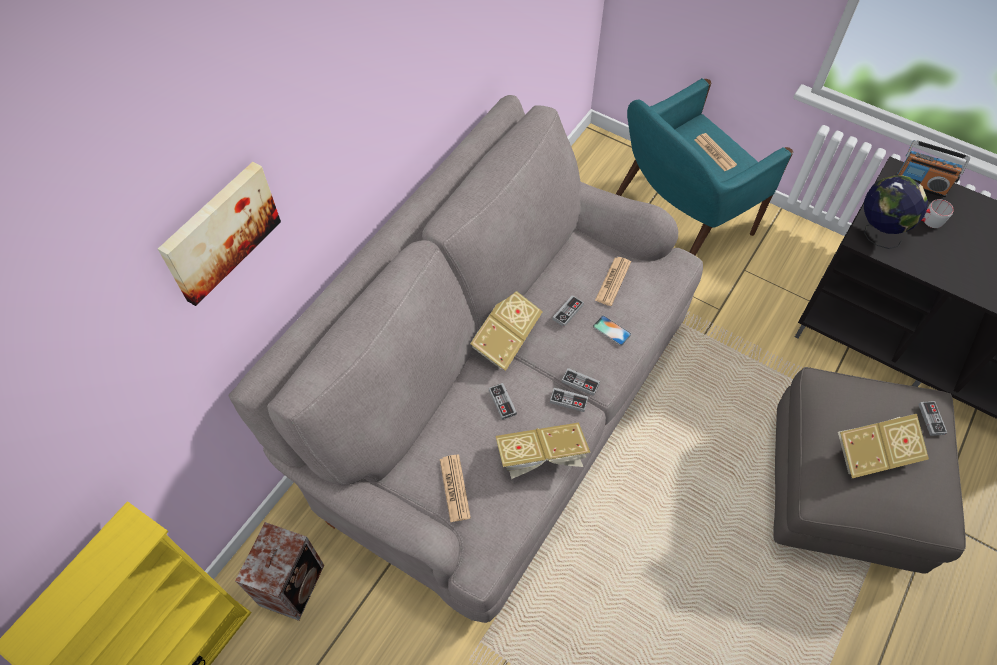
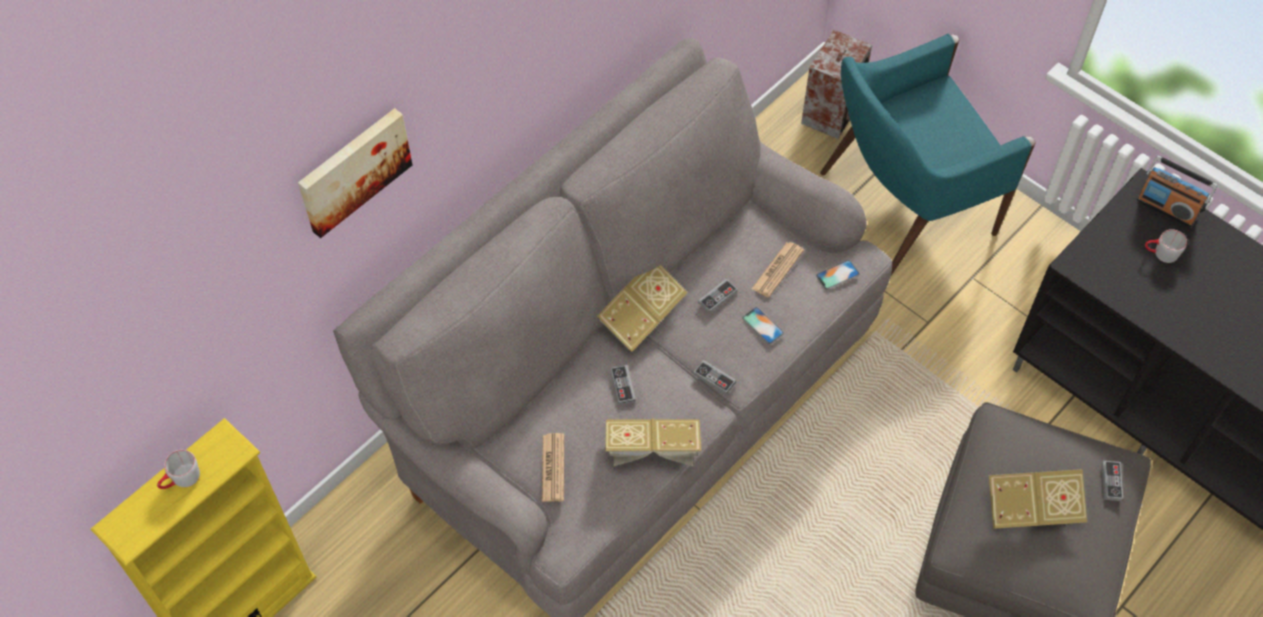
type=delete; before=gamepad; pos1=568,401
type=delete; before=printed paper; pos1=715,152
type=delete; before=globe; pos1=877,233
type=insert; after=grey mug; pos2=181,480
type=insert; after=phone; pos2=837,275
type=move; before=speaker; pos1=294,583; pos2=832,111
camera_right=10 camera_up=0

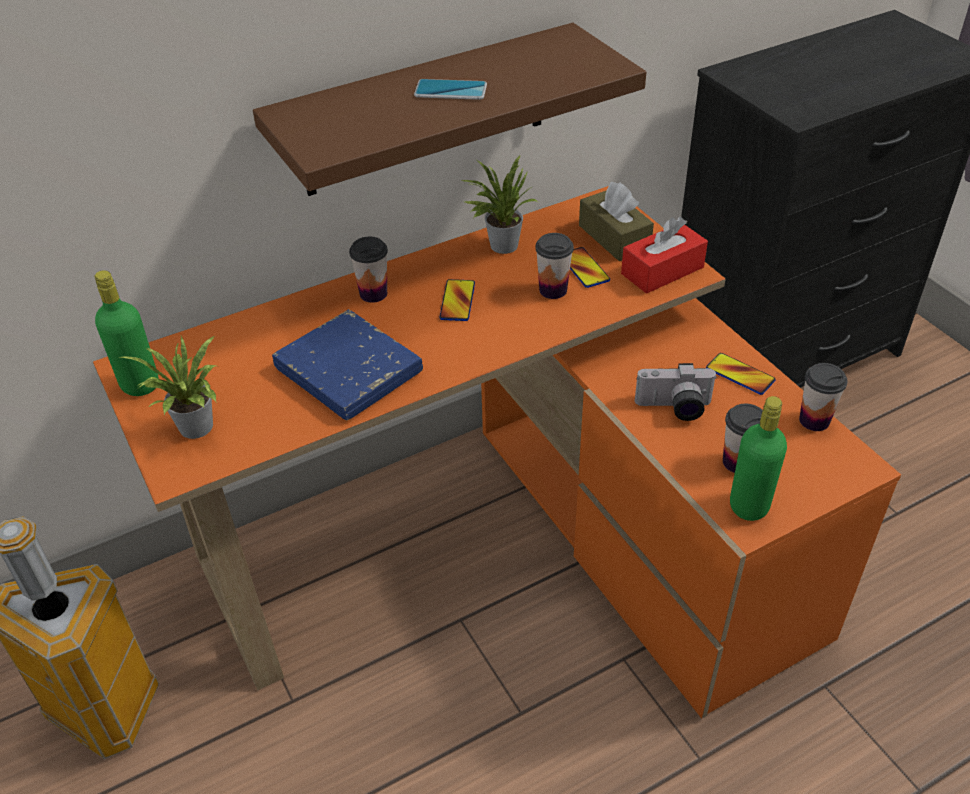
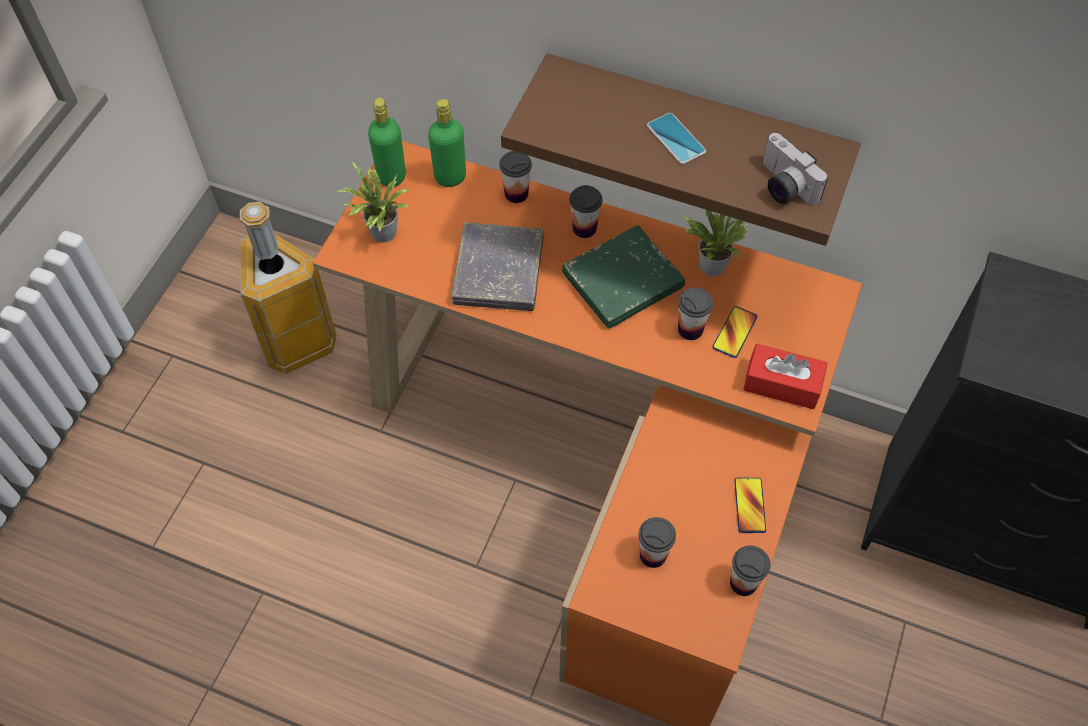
type=delete; before=brown tissue box; pos1=614,237
type=insert; after=cup; pos2=516,194
type=move; before=photo camera; pos1=674,408; pos2=783,186
type=move; before=green-coloured drink bottle; pos1=749,506; pos2=450,177
type=replace; before=phone; after=green-coloured book; pos1=457,301; pos2=623,281
type=recolor; before=blue book; after=grey book; pos1=348,371; pos2=498,271
camera_right=50 camera_up=15

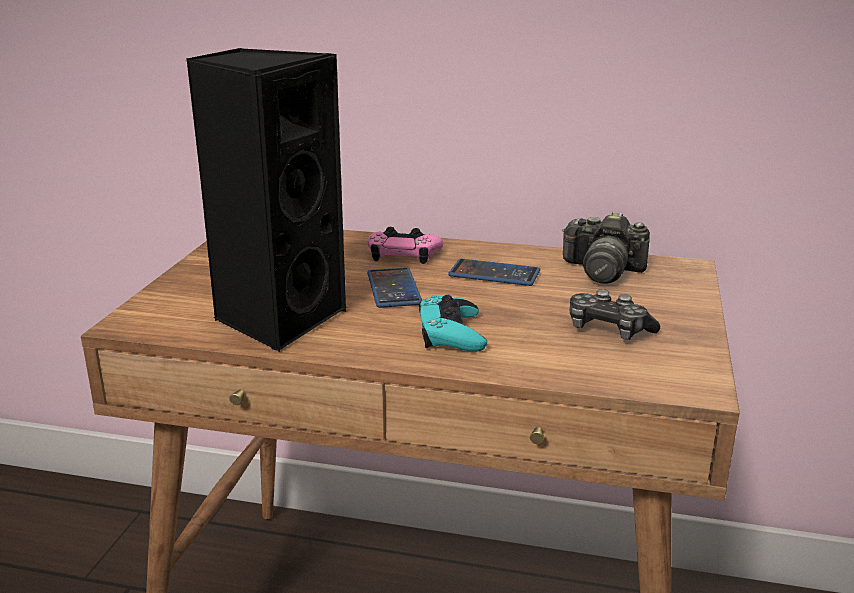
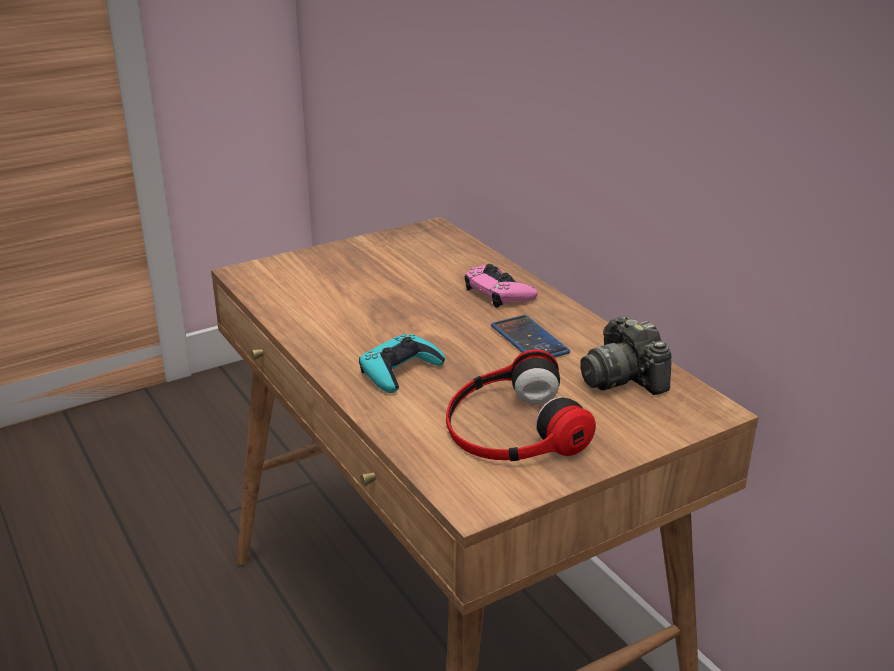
type=delete; before=black speaker; pos1=277,319
type=delete; before=phone; pos1=393,289
type=replace; before=gamepad; after=headphones; pos1=608,330; pos2=512,426
camera_right=45 camera_up=5

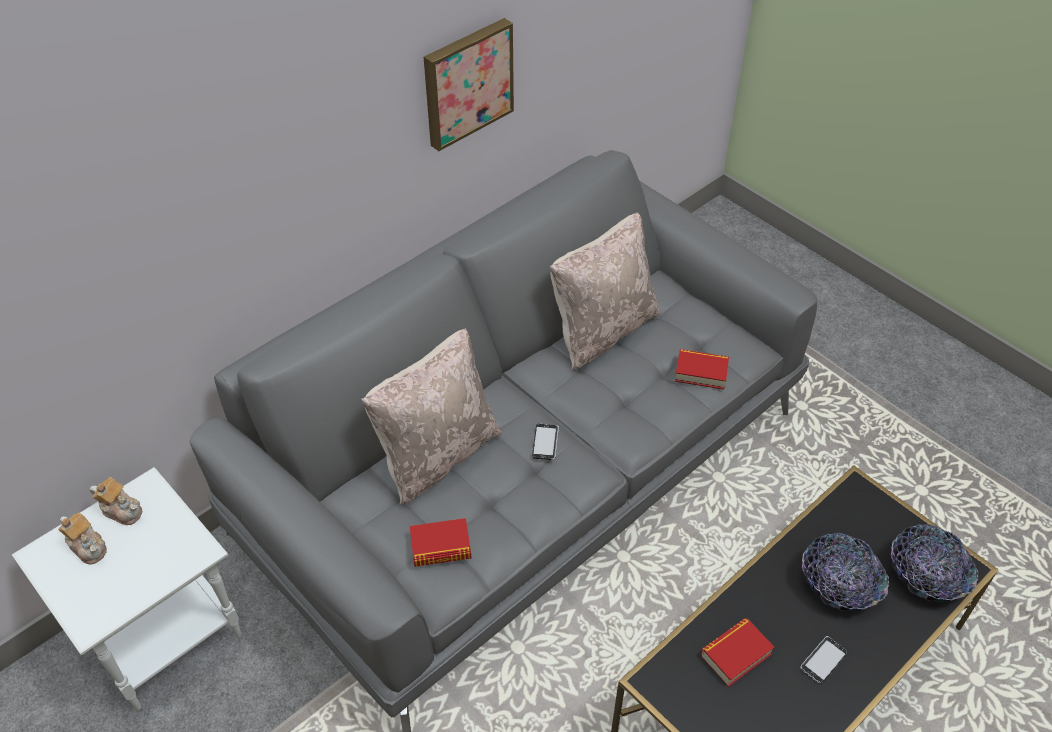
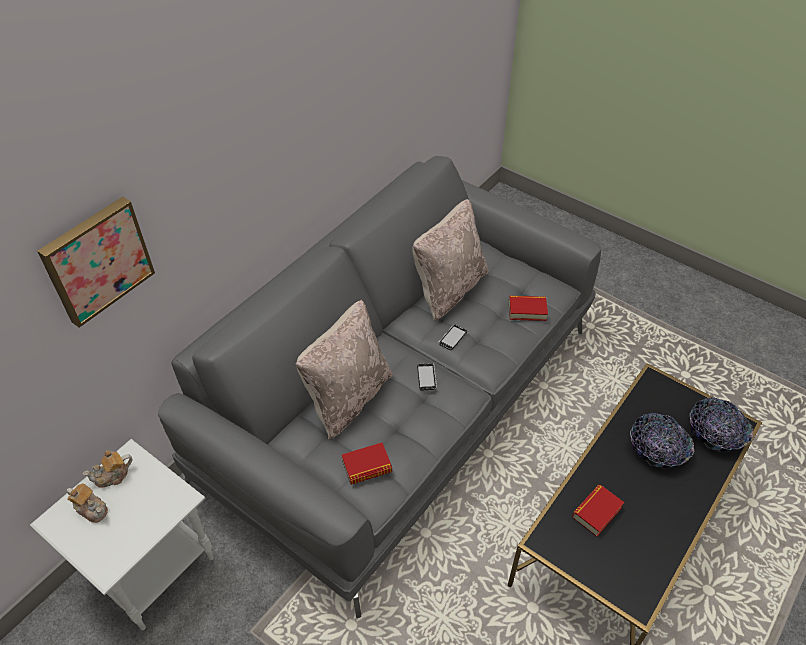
type=move; before=wall picture; pos1=466,82; pos2=96,260
type=move; before=phone; pos1=823,661; pos2=452,338
type=rotate; before=teapot; pos1=122,510; pos2=113,476; turn=135
camera_right=-10 camera_up=0

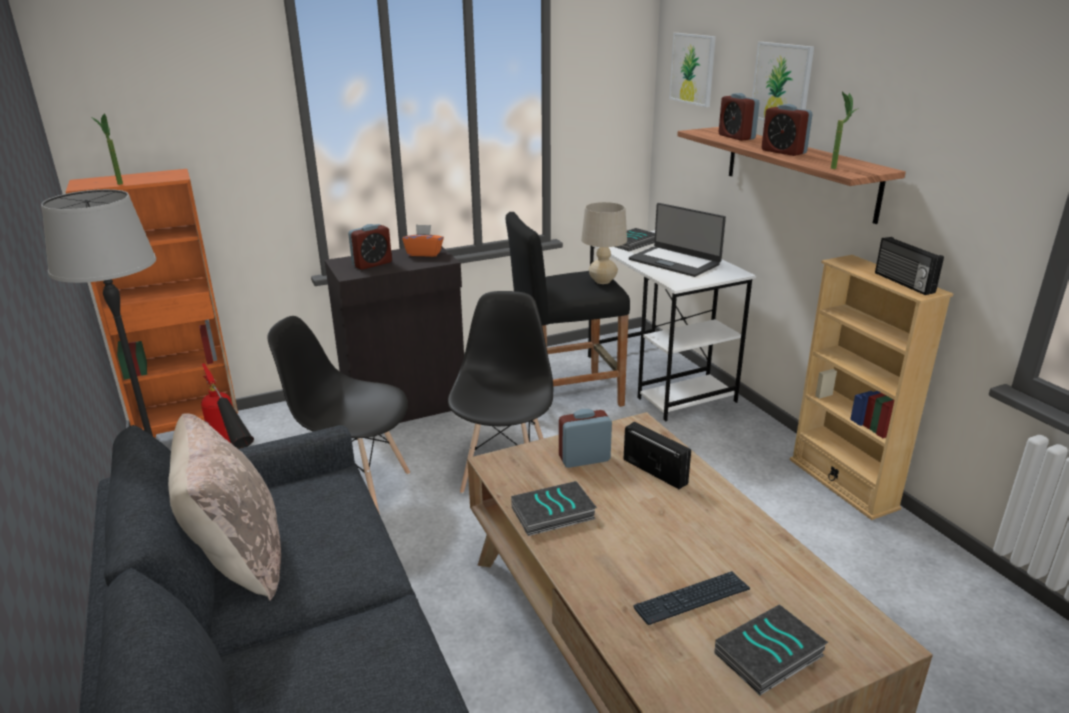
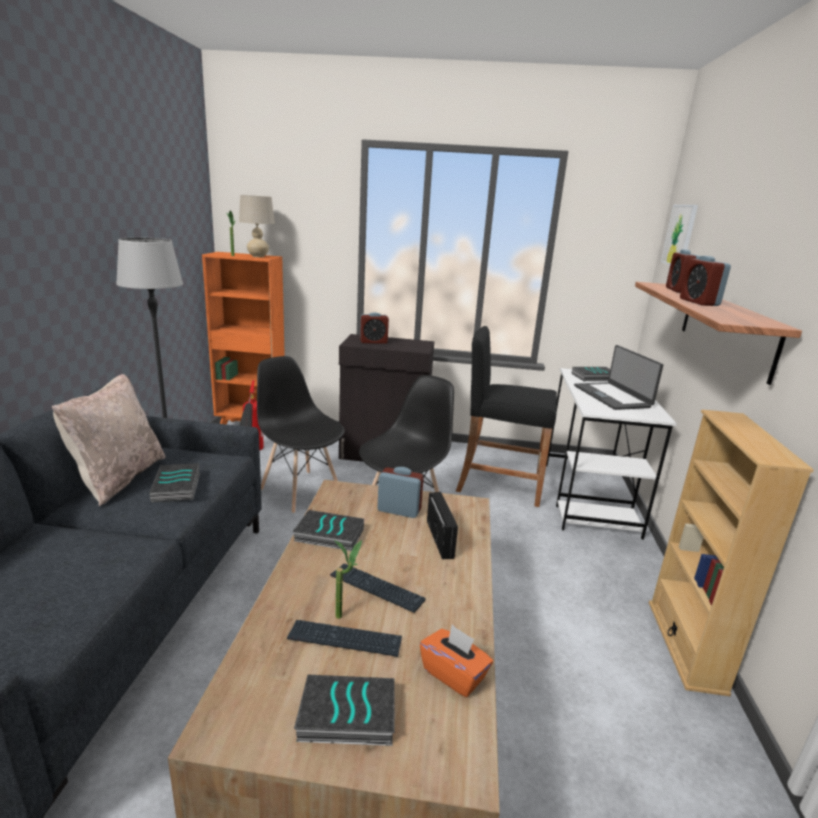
type=delete; before=wall picture; pos1=782,84
type=delete; before=radio set; pos1=903,283
type=insert; after=book; pos2=178,487
type=insert; after=computer keyboard; pos2=376,588
type=move; before=orangey tissue box; pos1=424,253; pos2=454,674
type=move; before=beige tabletop lamp; pos1=603,281; pos2=258,256
type=move; before=potted plant; pos1=836,167; pos2=345,615
camera_right=30 camera_up=-5

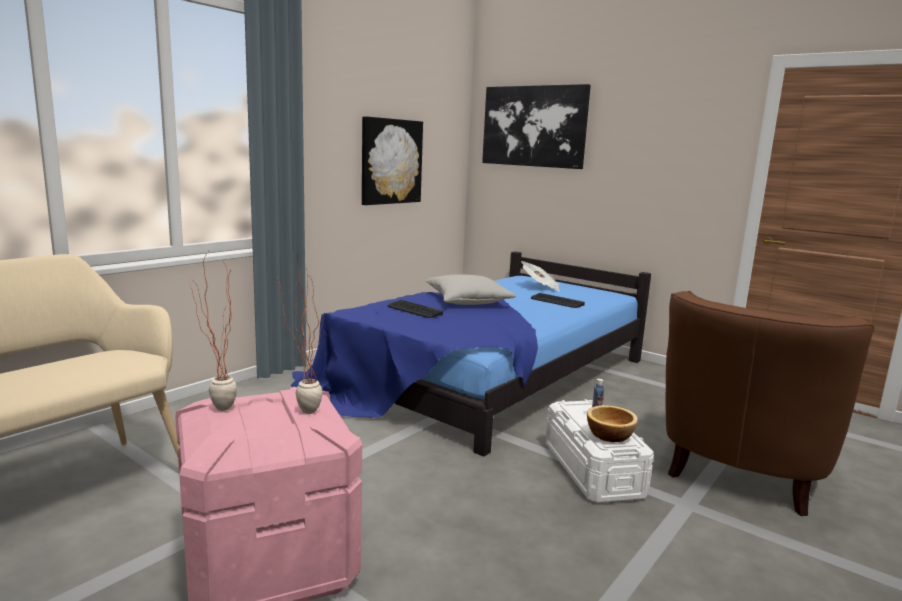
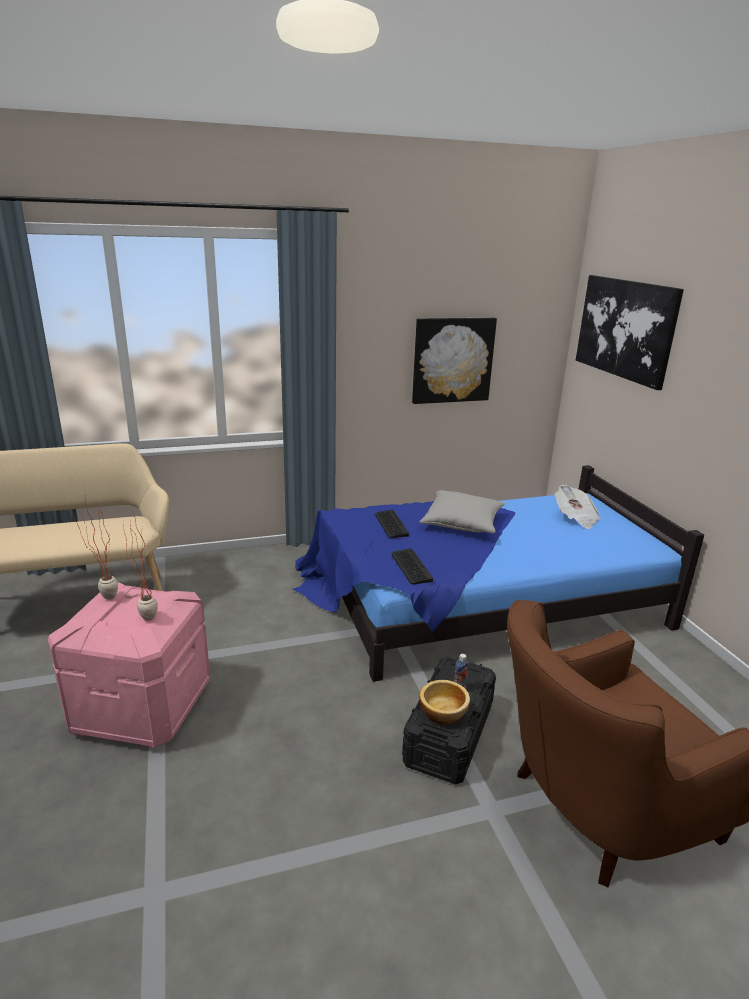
type=move; before=computer keyboard; pos1=557,301; pos2=411,567
type=recolor; before=whitish storage bin; after=black storage bin; pos1=592,470; pos2=449,735
camera_right=35 camera_up=10

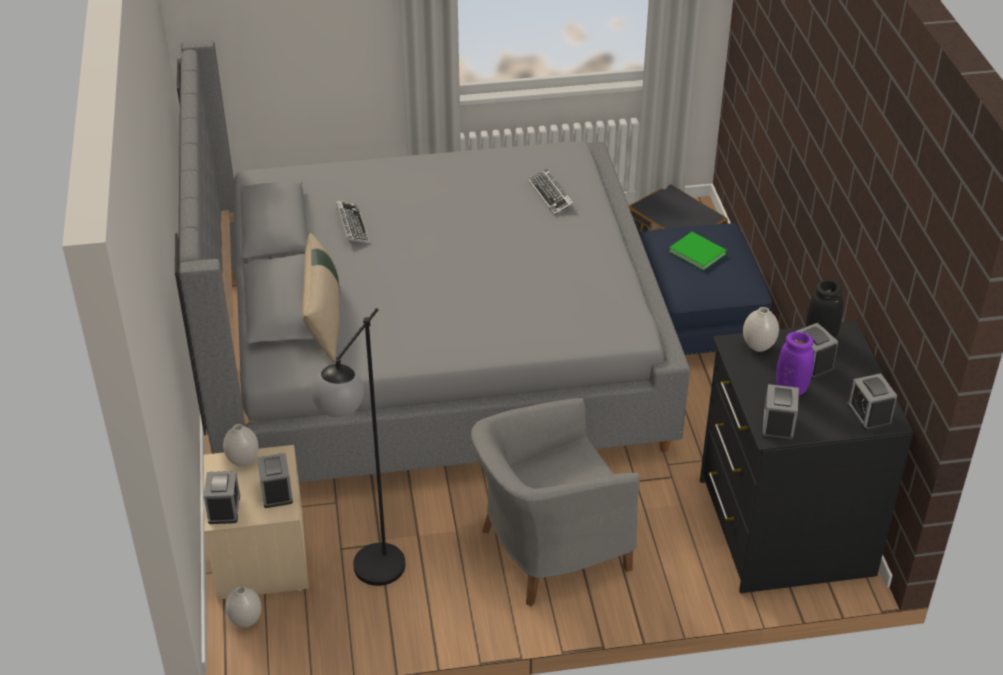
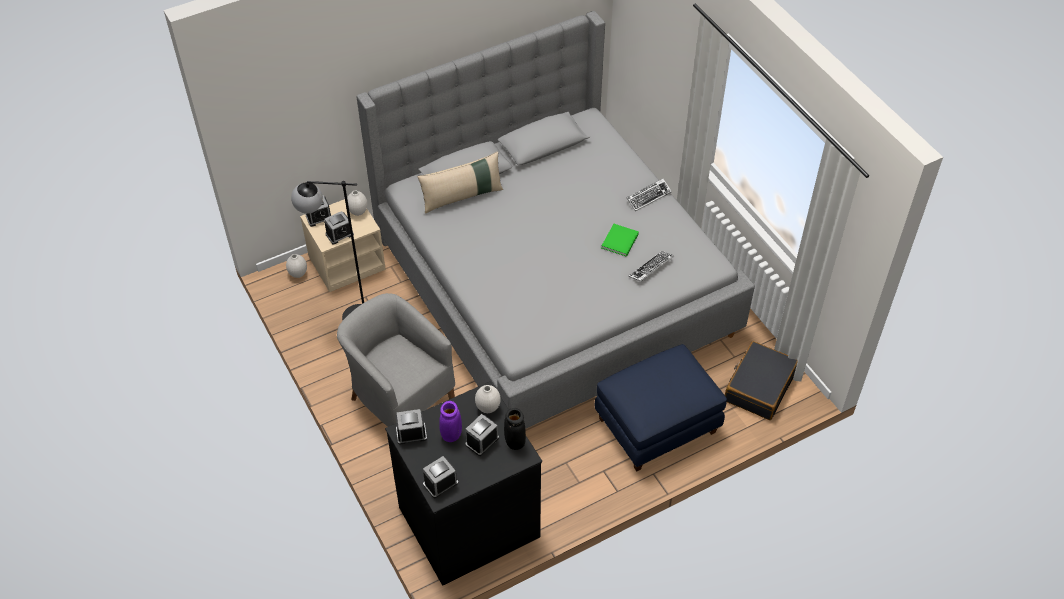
type=move; before=computer keyboard; pos1=352,226; pos2=648,197
type=move; before=green-coloured book; pos1=698,253; pos2=619,242
camera_right=70 camera_up=10

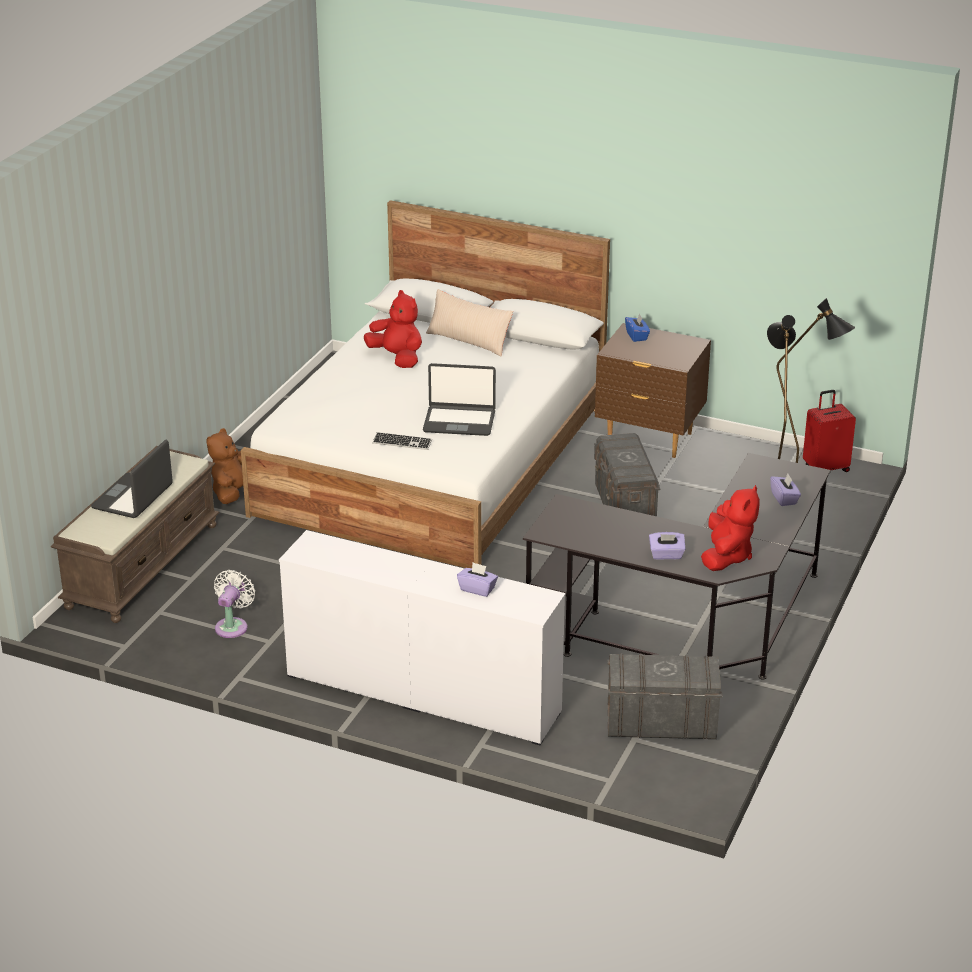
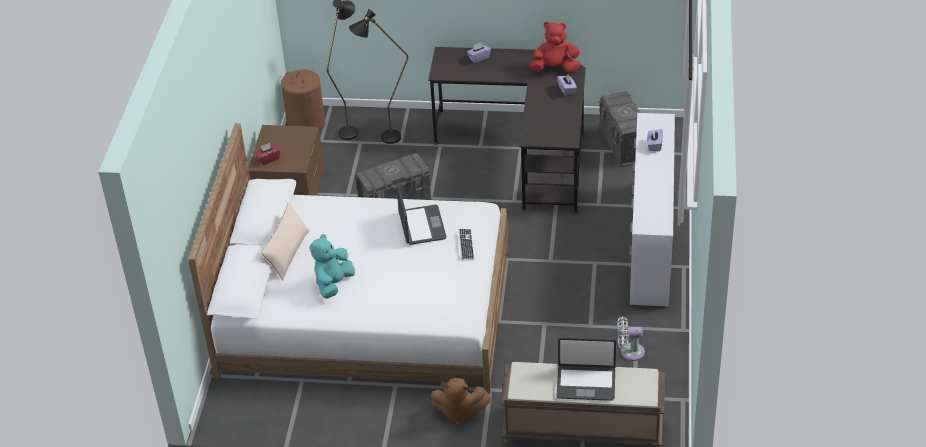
type=replace; before=red piece of luggage; after=brown laundry basket; pos1=825,468; pos2=306,125
type=recolor; before=red soft toy; after=turquoise soft toy; pos1=397,358; pos2=333,284
type=recolor; before=blue tissue box; after=red tissue box; pos1=637,336; pos2=268,159
camera_right=-105 camera_up=10

